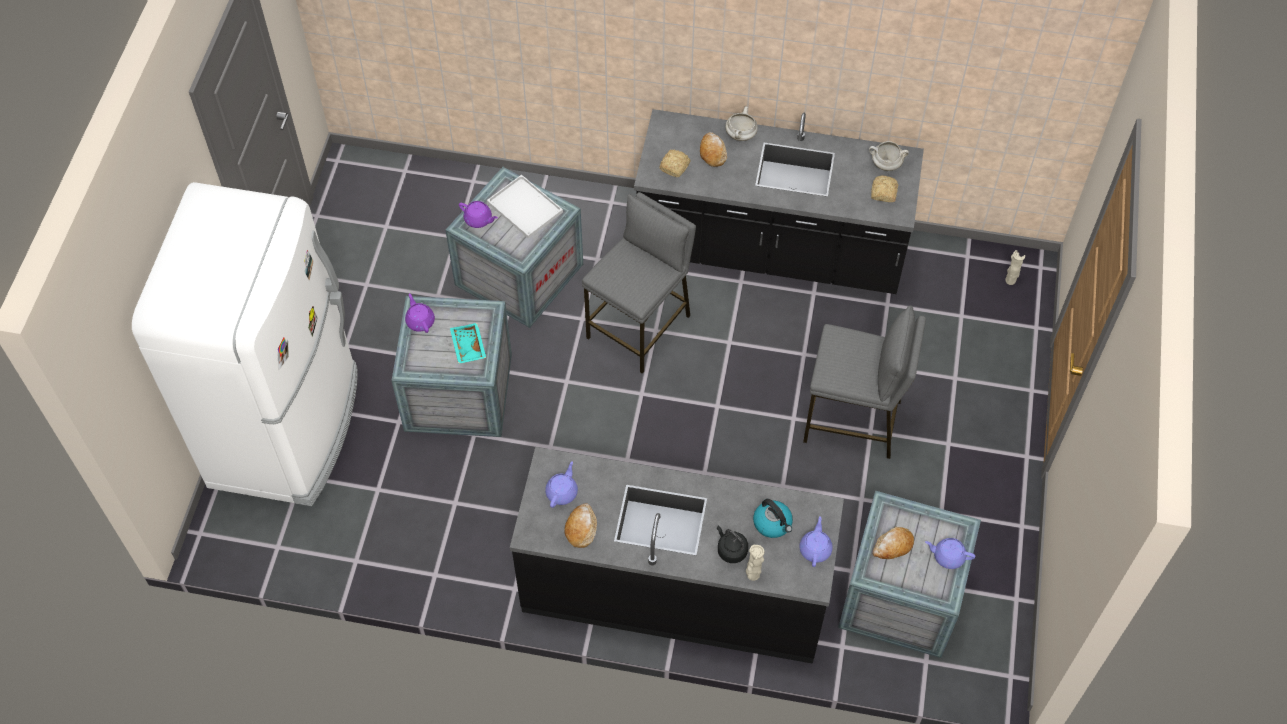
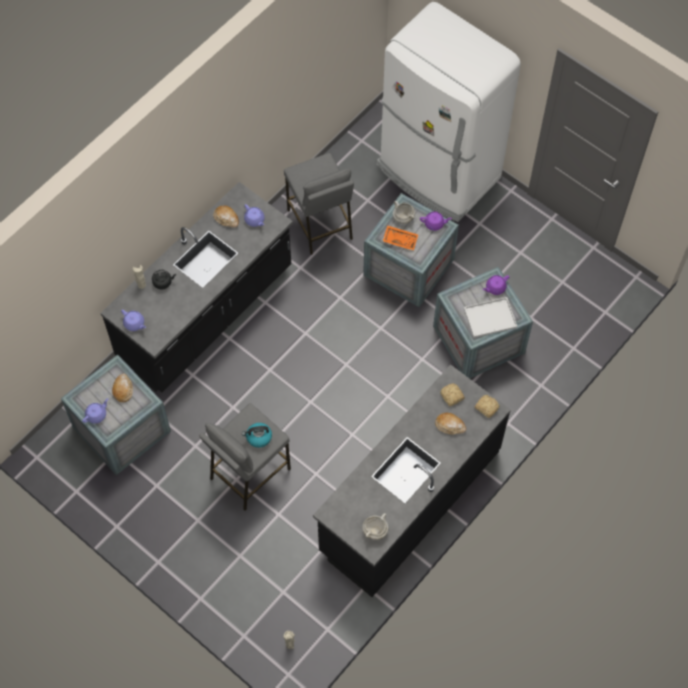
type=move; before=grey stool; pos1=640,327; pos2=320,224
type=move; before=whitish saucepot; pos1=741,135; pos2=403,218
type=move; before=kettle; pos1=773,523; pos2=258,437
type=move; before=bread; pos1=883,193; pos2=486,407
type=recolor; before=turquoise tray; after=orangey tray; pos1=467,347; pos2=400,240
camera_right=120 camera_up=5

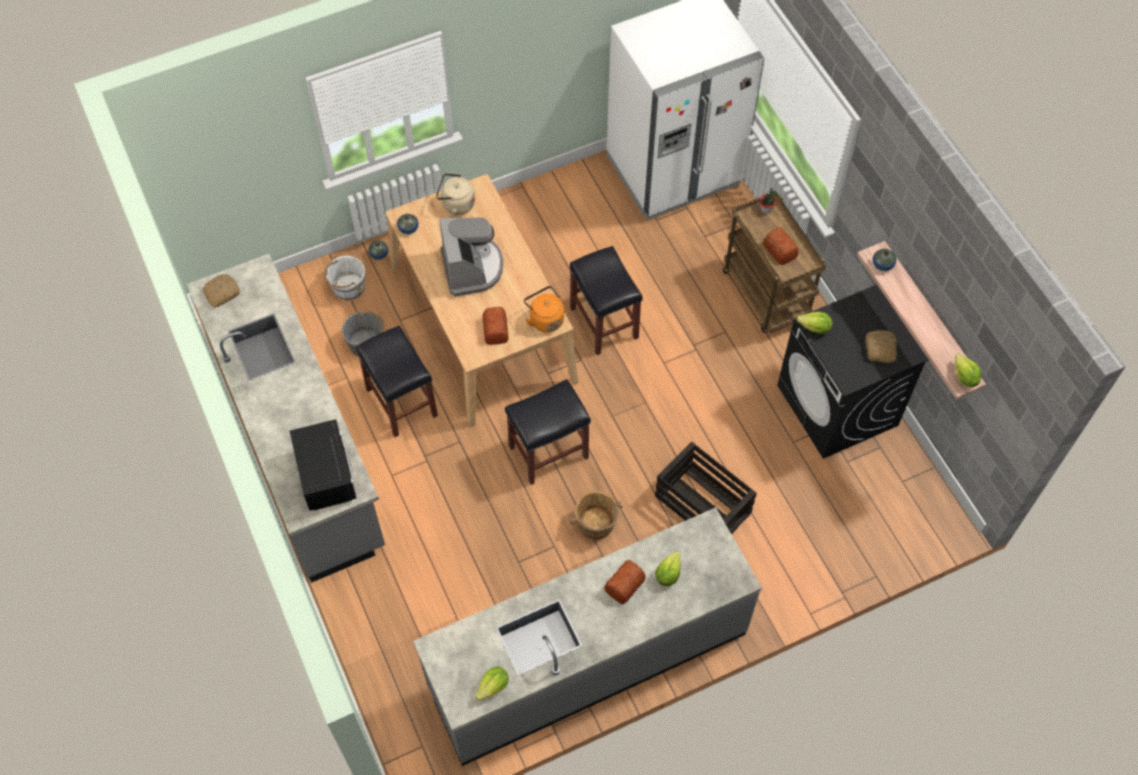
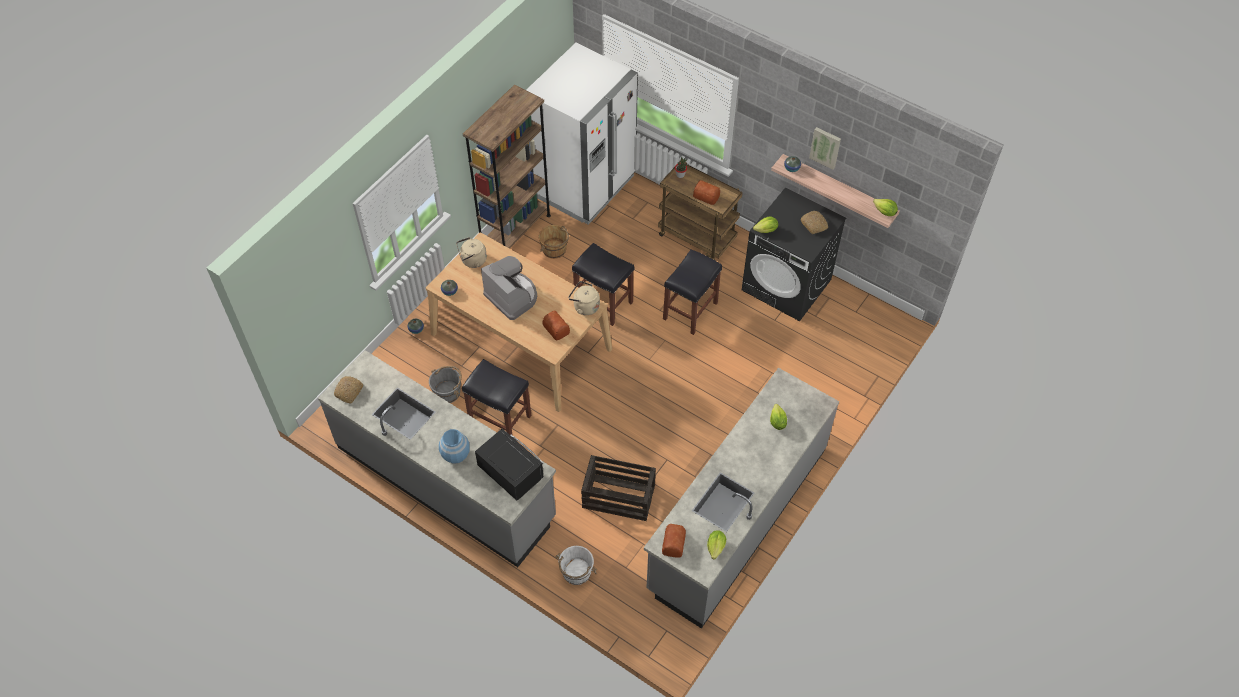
type=insert; after=blue vase; pos2=455,455
type=insert; after=brown bookshelf; pos2=515,231
type=insert; after=wall picture; pos2=825,147
type=move; before=whitish water bucket; pos1=348,287; pos2=576,572
type=move; before=black stool; pos1=548,453; pos2=690,311
type=move; before=brown water bucket; pos1=596,524; pos2=554,249
type=move; before=bread; pos1=623,584; pos2=673,544
type=move; before=crate; pos1=702,504; pos2=617,497
type=recolor; before=orangey kettle; after=beige kettle; pos1=545,318; pos2=584,306
camera_right=-30 camera_up=-5

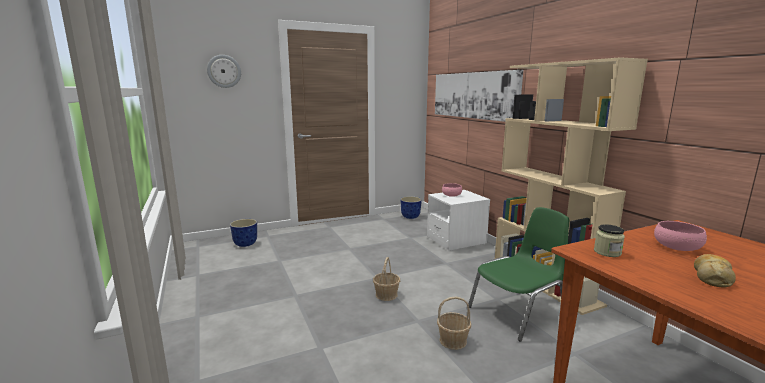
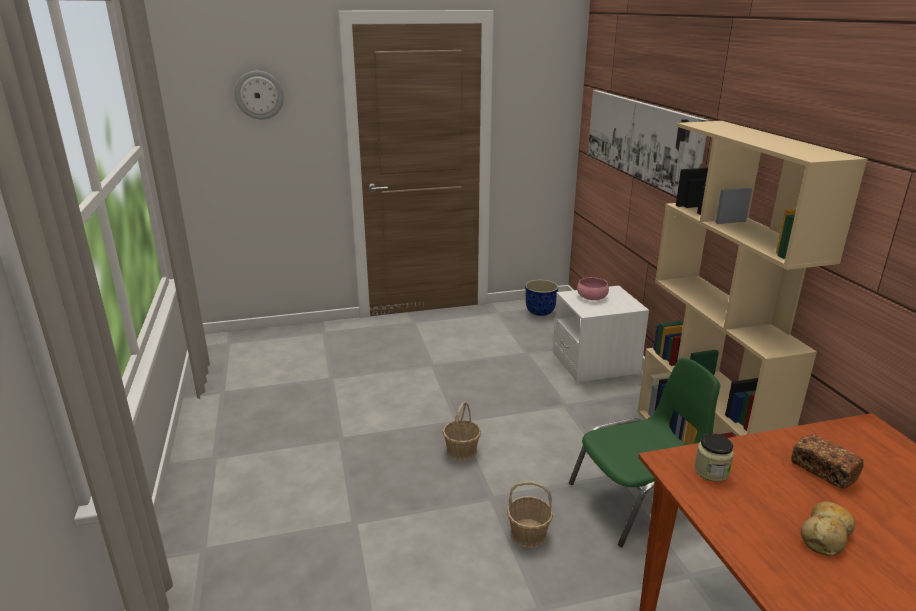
type=delete; before=plant pot; pos1=245,244
type=replace; before=pink-coloured bowl; after=bread; pos1=677,246; pos2=823,470
camera_right=10 camera_up=10

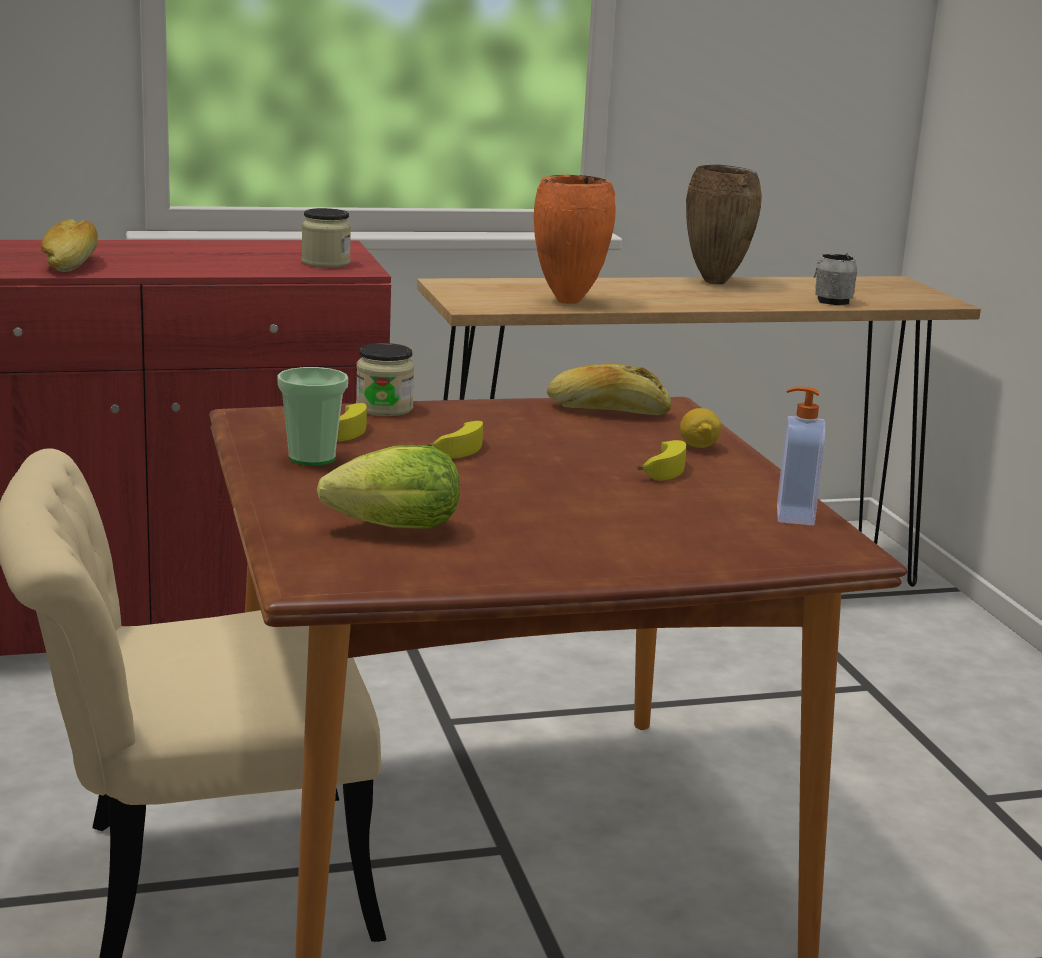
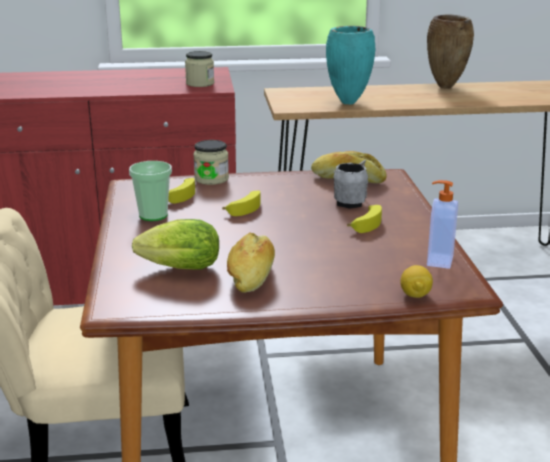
type=move; before=bread; pos1=71,264; pos2=251,276
type=move; before=whole lemon; pos1=698,446; pos2=415,295
type=move; before=grey mug; pos1=834,300; pos2=352,201
type=recolor; before=orangey vase; after=turquoise vase; pos1=567,302; pos2=347,103
camera_right=10 camera_up=5

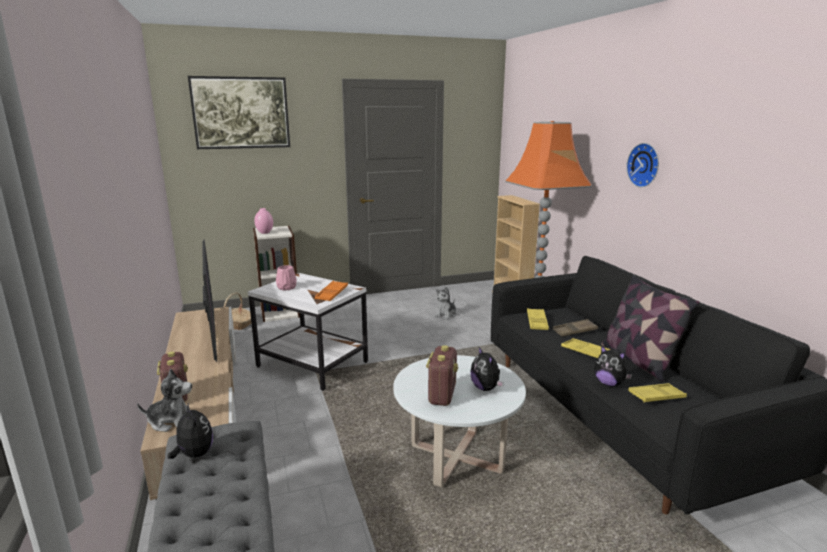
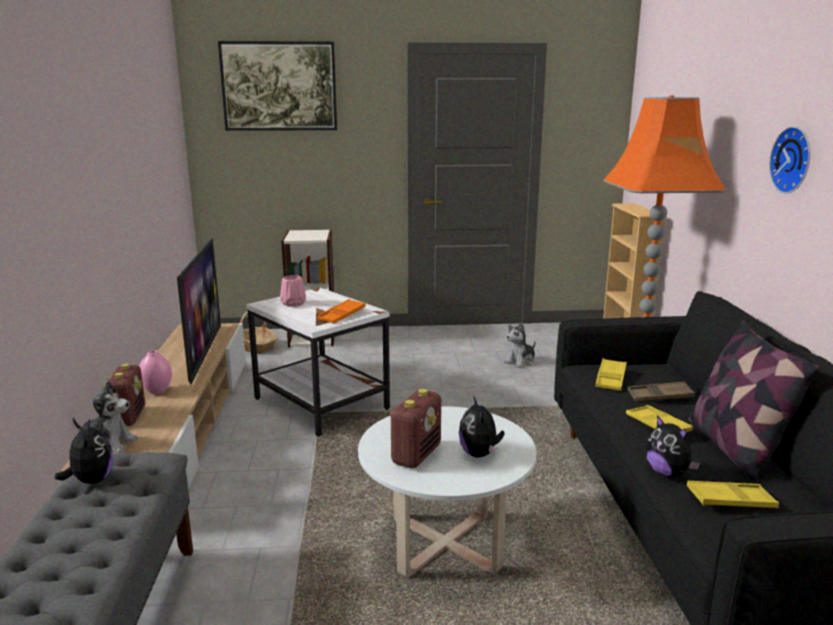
type=move; before=pink-coloured vase; pos1=264,232; pos2=157,391
camera_right=15 camera_up=0

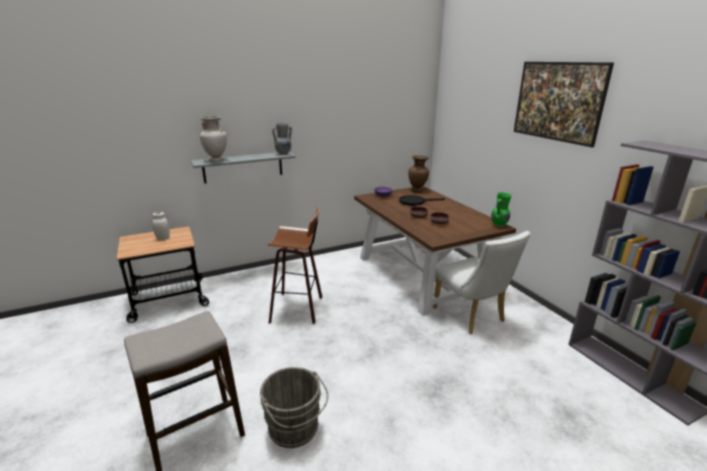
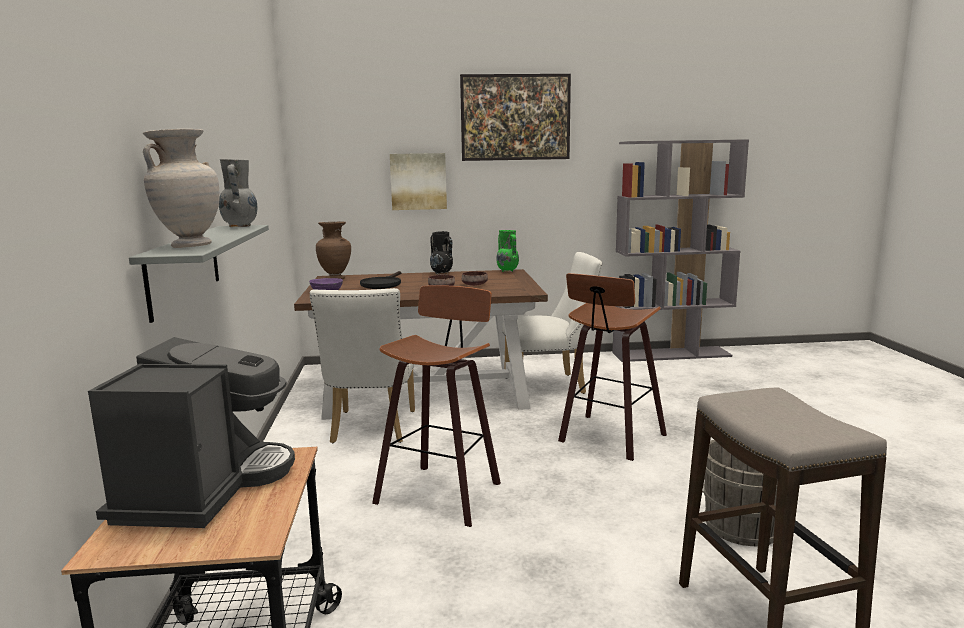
type=insert; after=whitish upright chair; pos2=371,430
type=insert; after=wall picture; pos2=418,181
type=insert; after=black vase; pos2=441,274
type=insert; after=stool; pos2=609,438
type=replace; before=whitish storage jar; after=coffee machine; pos1=163,238; pos2=204,487
camera_right=-70 camera_up=-10

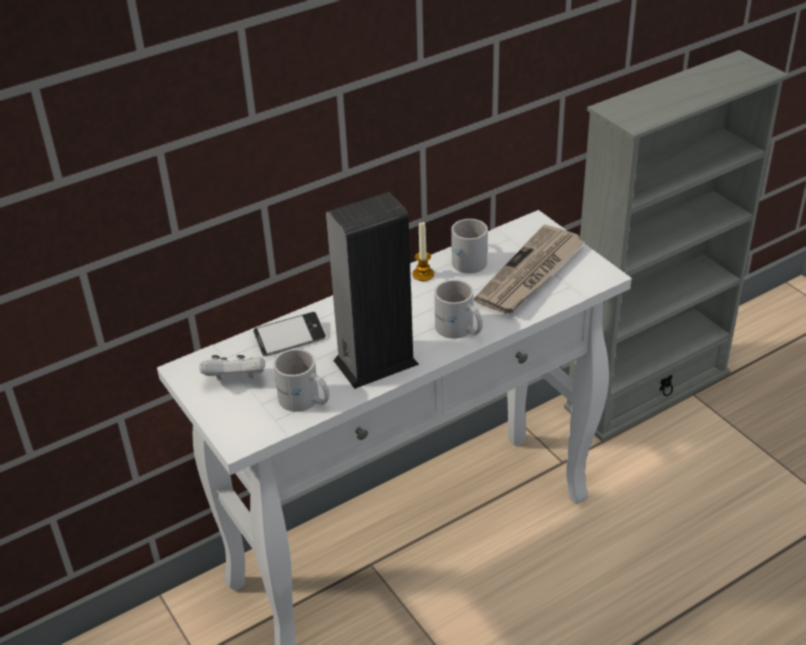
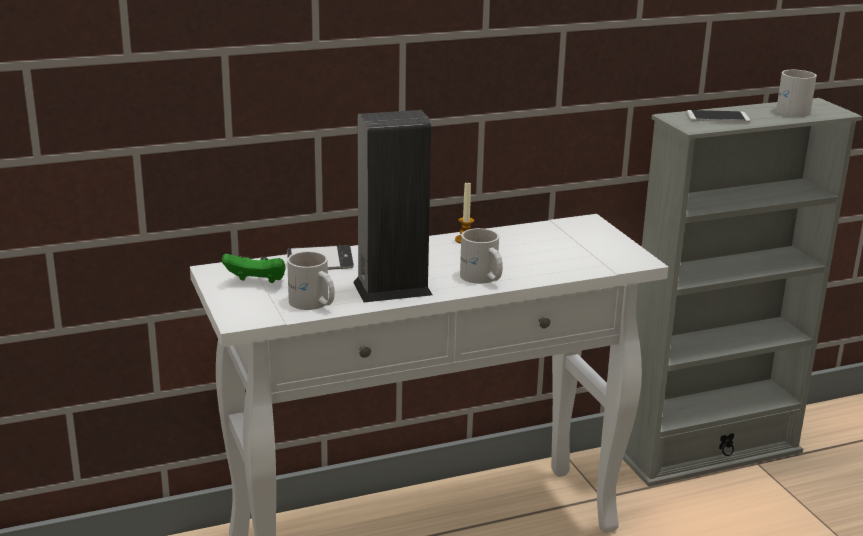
type=delete; before=printed paper; pos1=531,274
type=insert; after=phone; pos2=717,117
type=move; before=whitish mug; pos1=468,258; pos2=792,109
type=recolor; before=whitish gamepad; after=green-coloured gamepad; pos1=236,380; pos2=257,282
camera_right=10 camera_up=-15

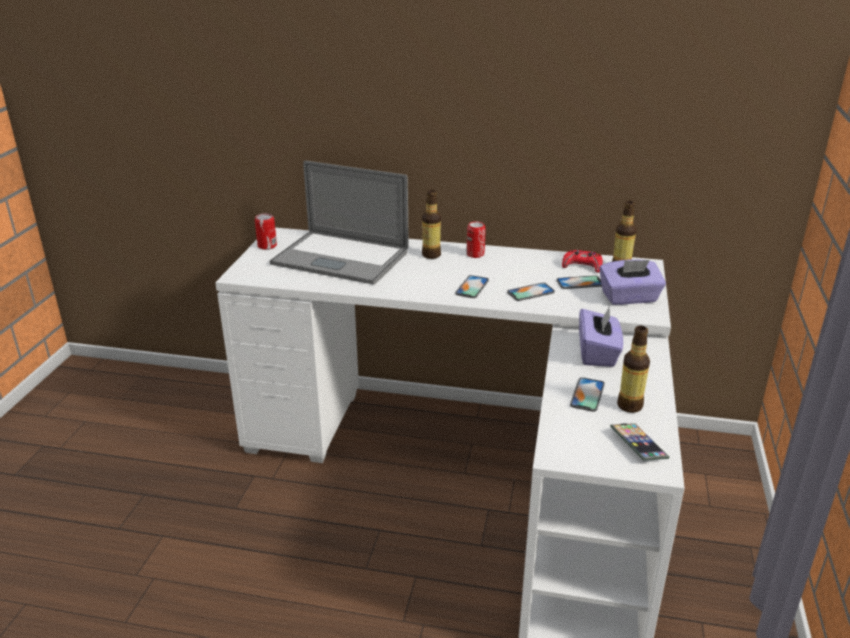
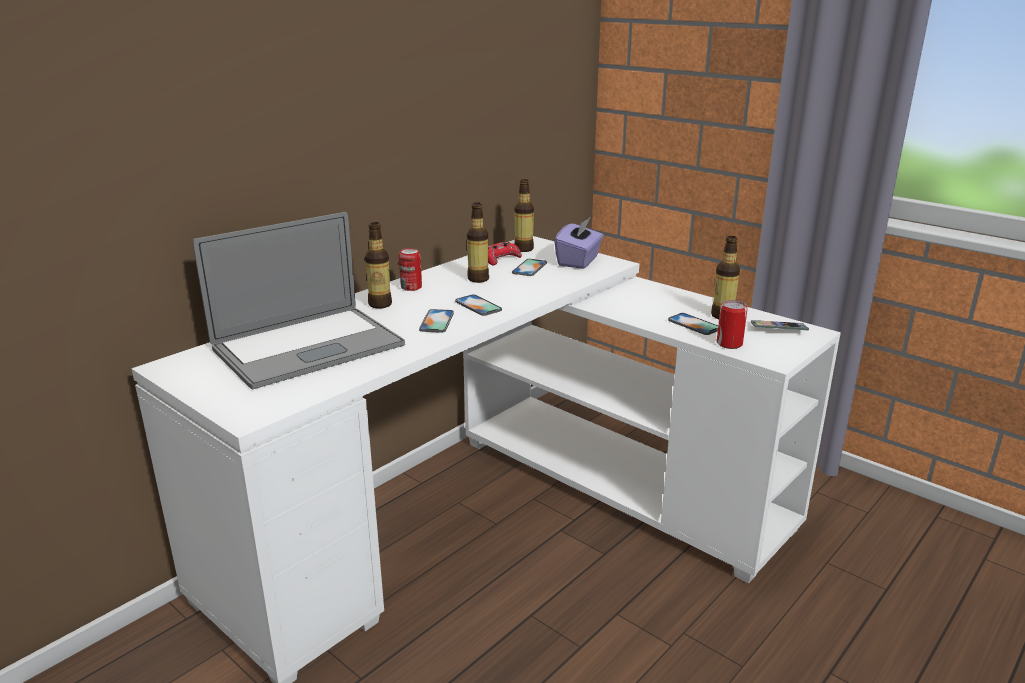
type=delete; before=purple-coloured tissue box; pos1=598,353
type=insert; after=drink bottle; pos2=478,279
type=move; before=metal can; pos1=267,246; pos2=729,344
type=move; before=phone; pos1=530,292; pos2=436,321
camera_right=-60 camera_up=-5

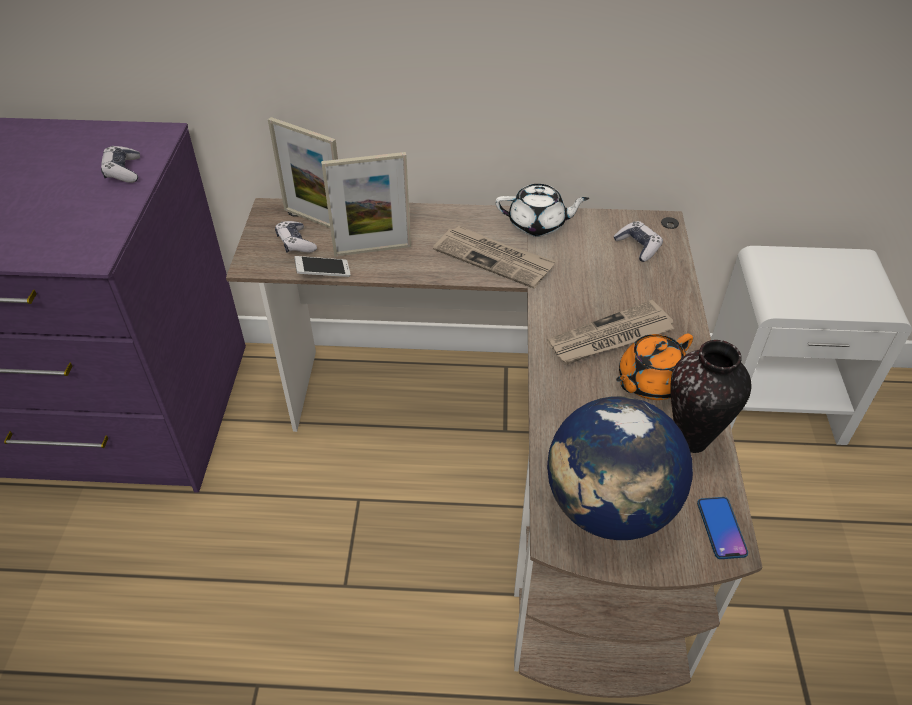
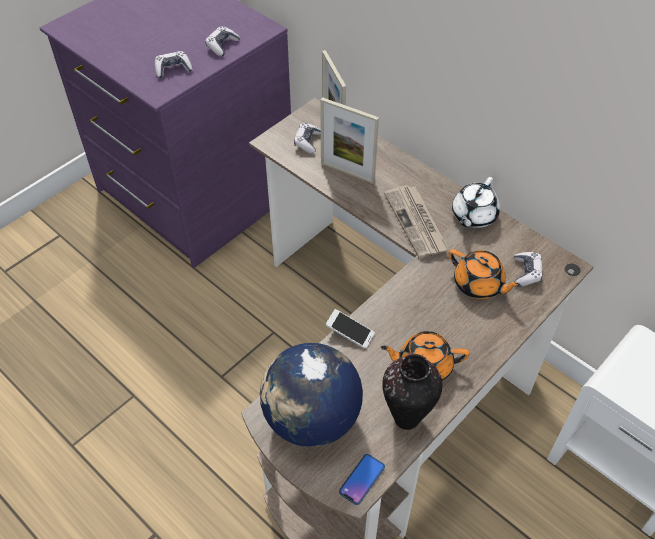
type=delete; before=printed paper; pos1=610,337
type=insert; after=gamepad; pos2=173,69
type=insert; after=orangey teapot; pos2=479,285
type=move; before=phone; pos1=323,273; pos2=349,333
type=rotate; before=whitish teapot; pos1=538,224; pos2=473,216; turn=75
camera_right=40 camera_up=5

